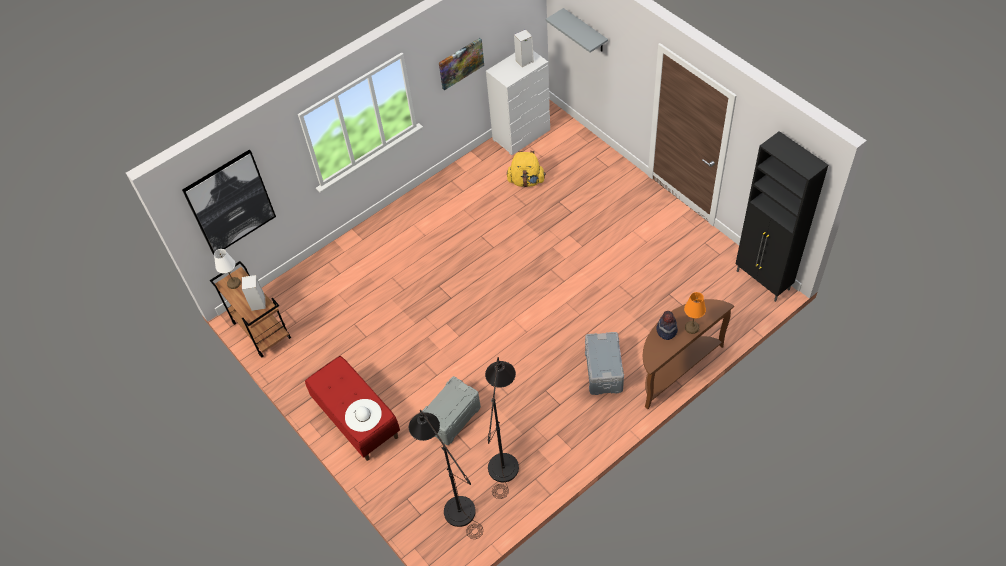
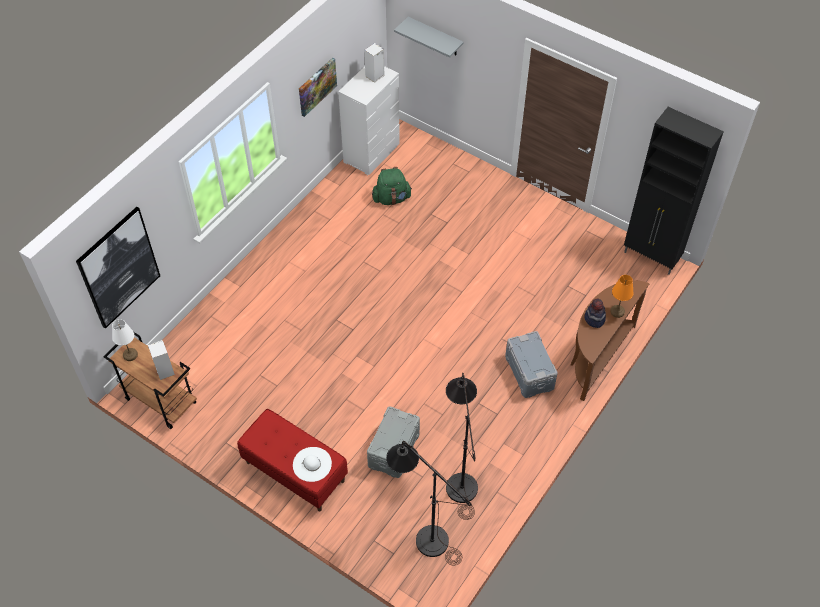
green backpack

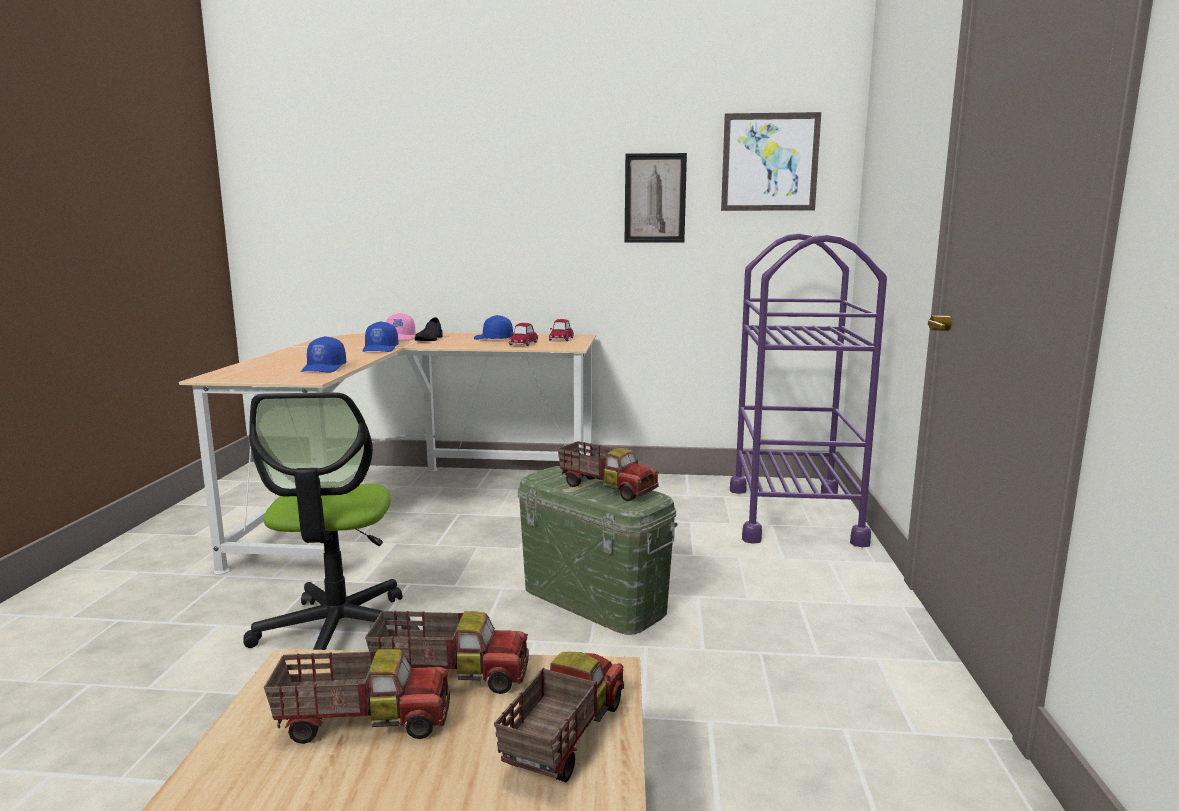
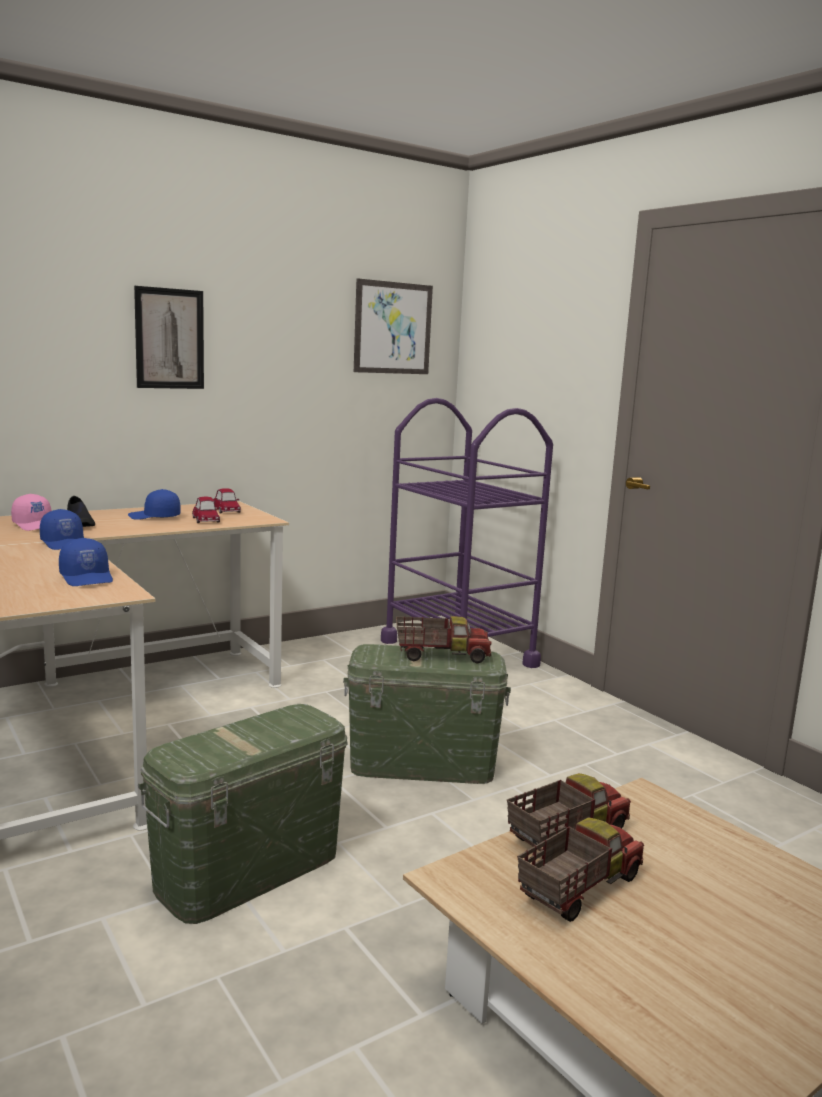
picture (1st from left); green storage box (1st from left); toy truck (3rd from left in the first image)

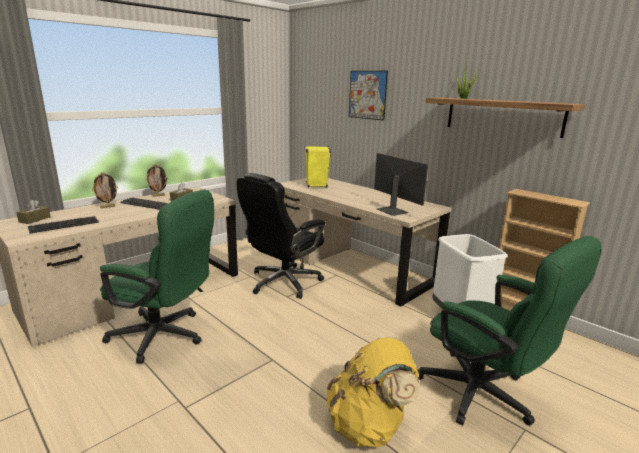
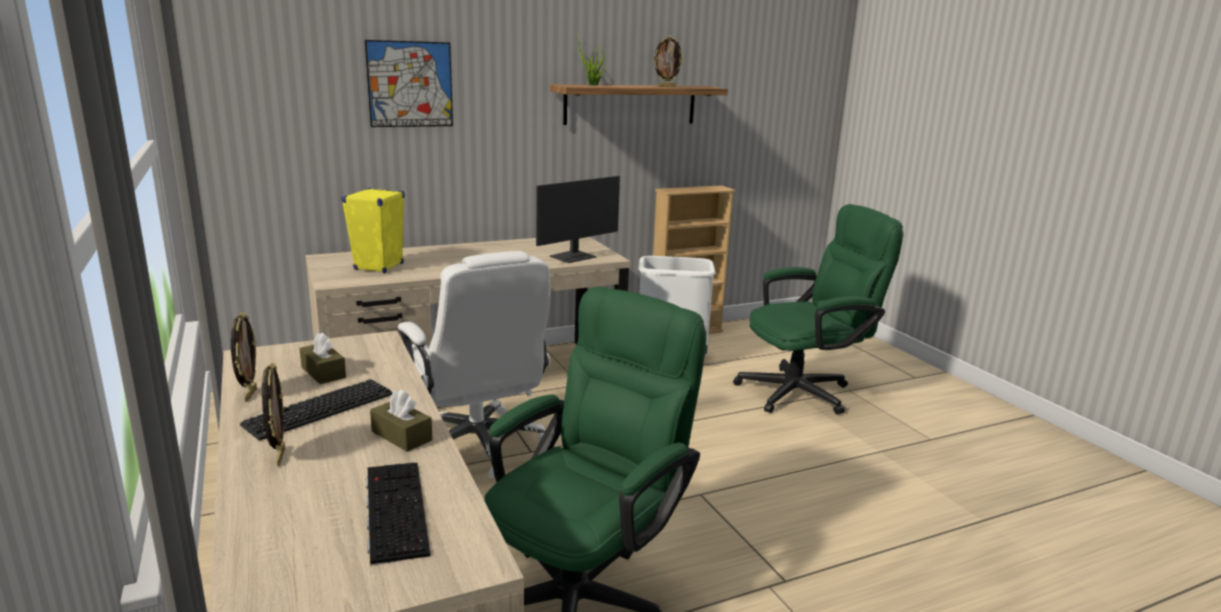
brown tissue box (2nd from left); white office chair; monitor; picture frame (3rd from left); yellow backpack

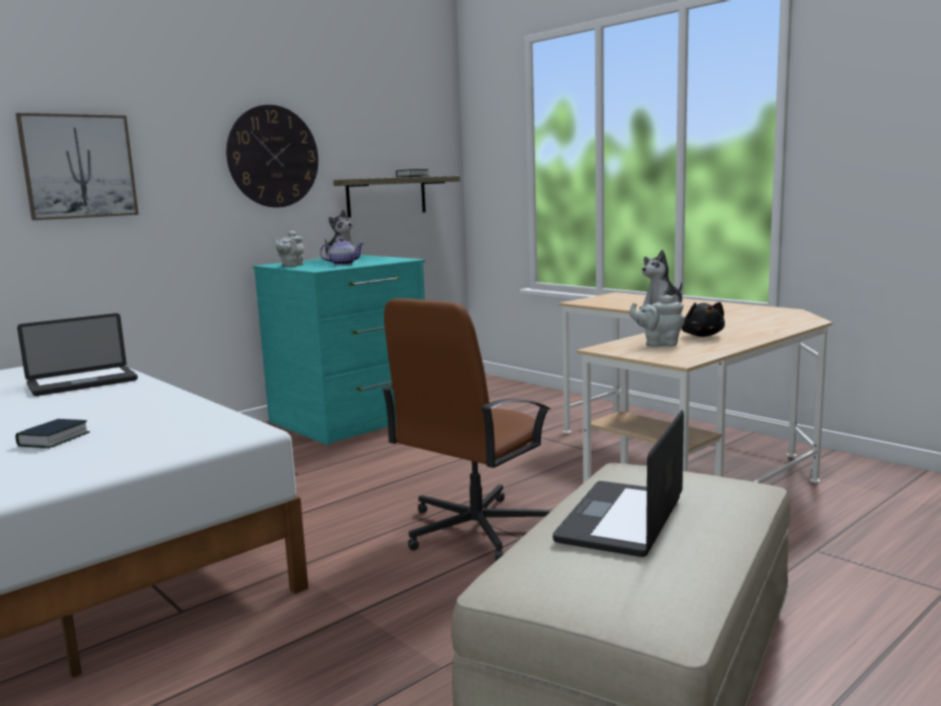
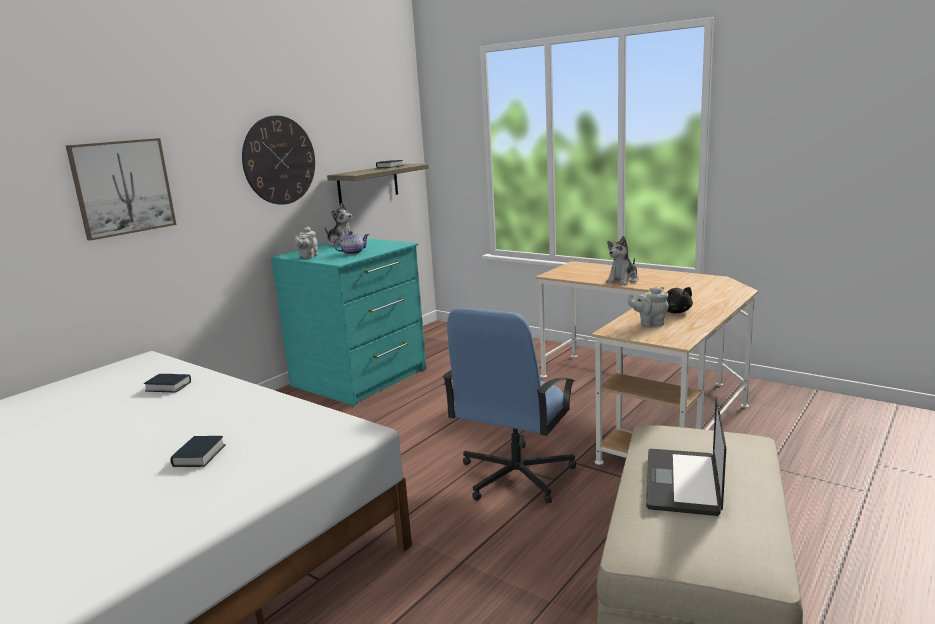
book (1st from left); blue office chair

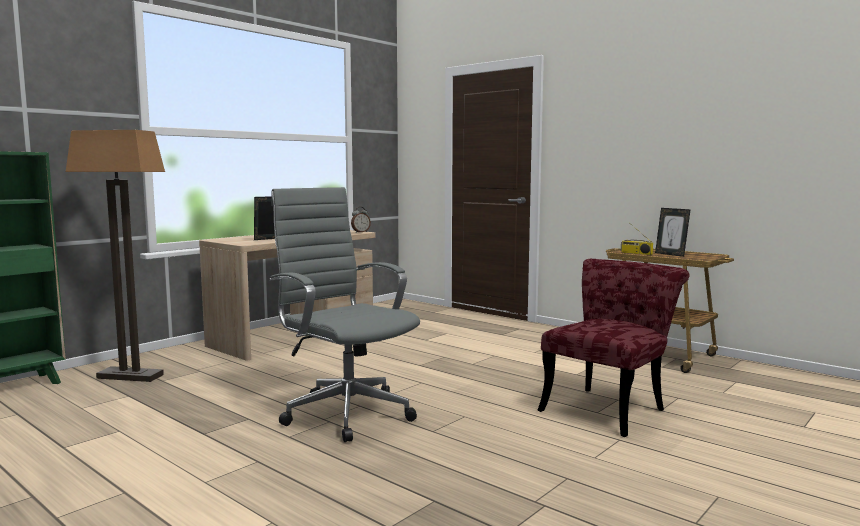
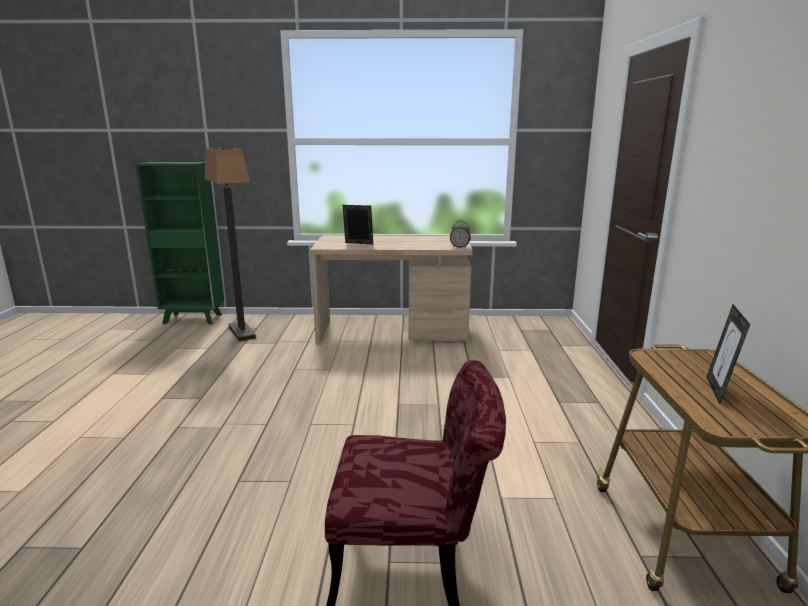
grey office chair; radio

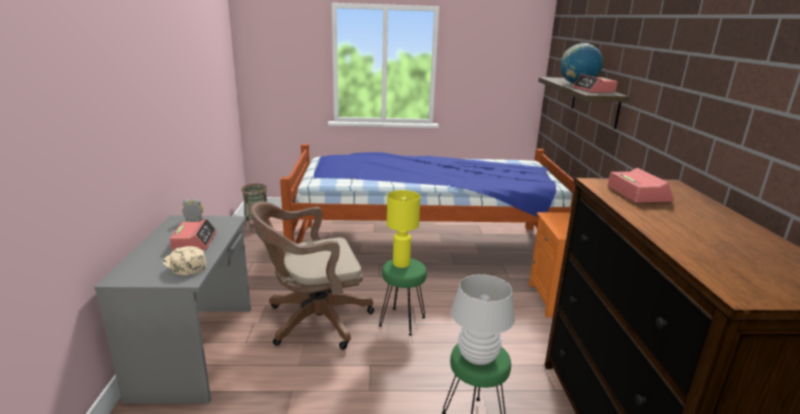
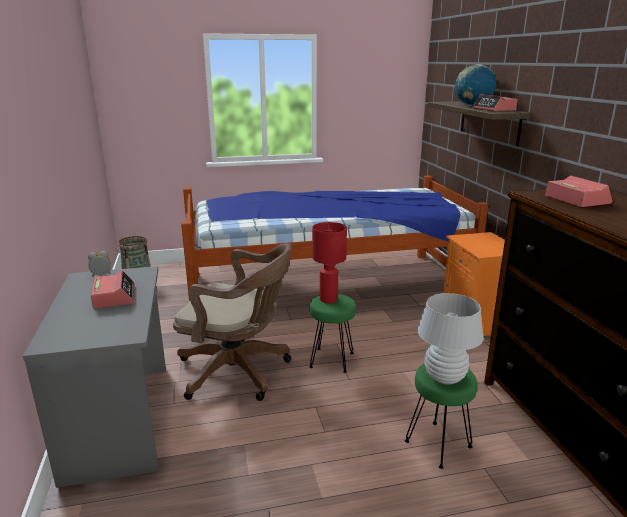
brown office chair; red table lamp; beige cap

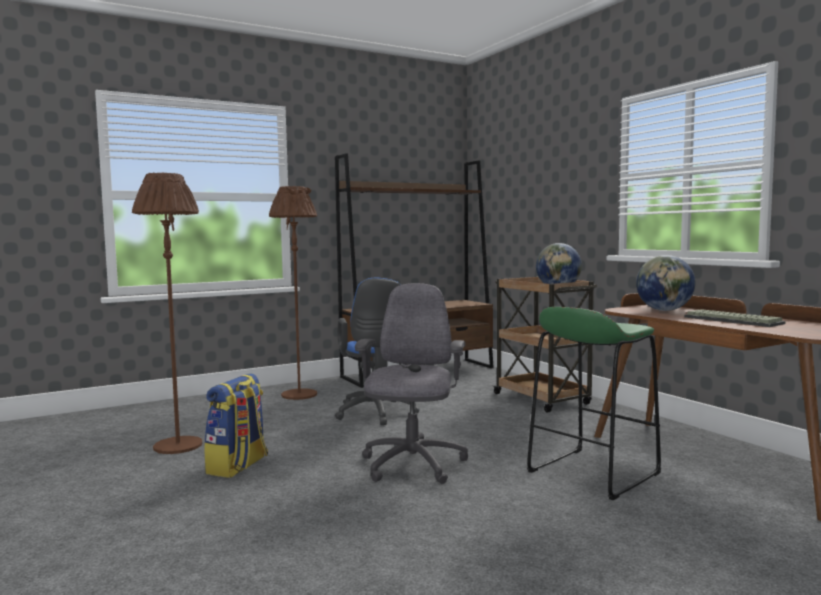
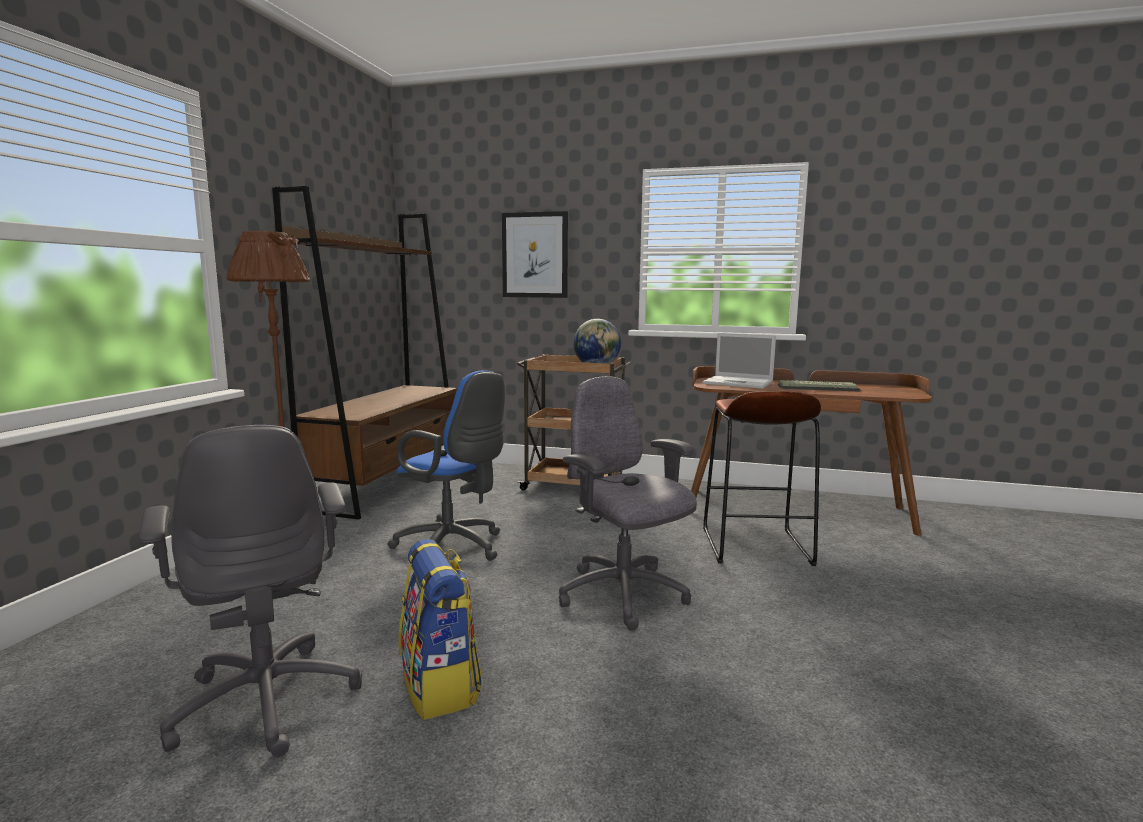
grey office chair (1st from left); picture; laptop; brown stool

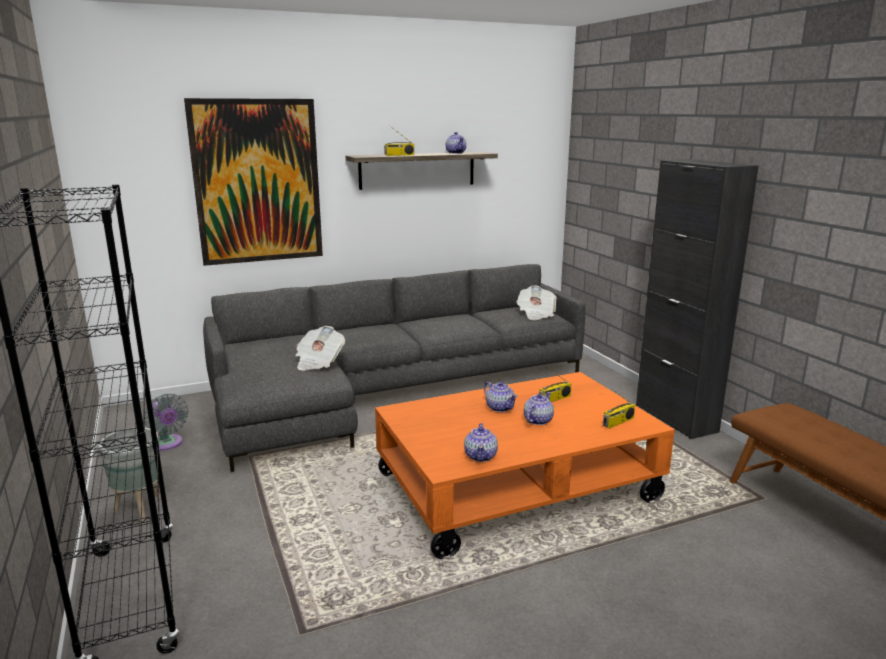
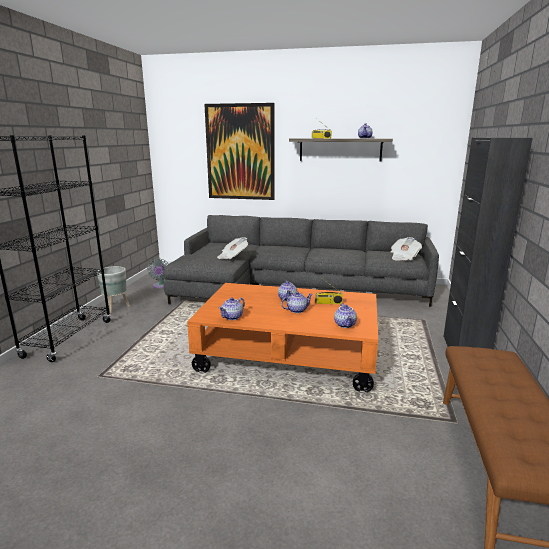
teapot (4th from left)

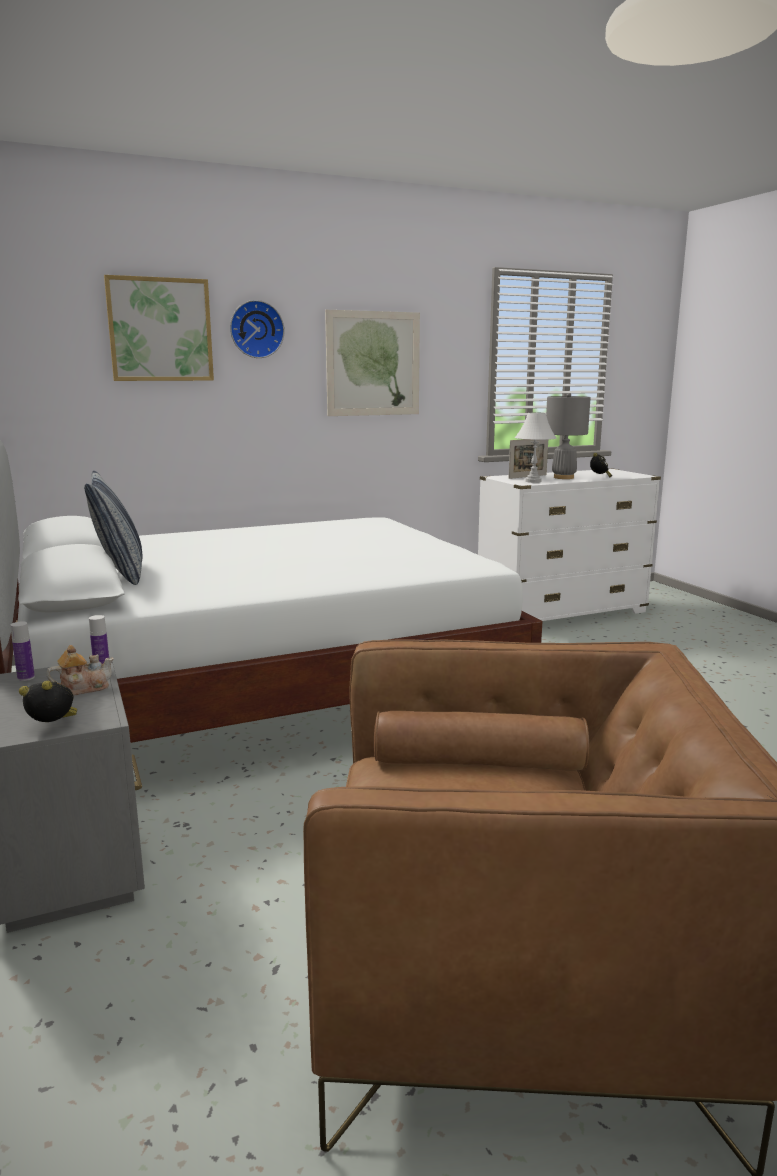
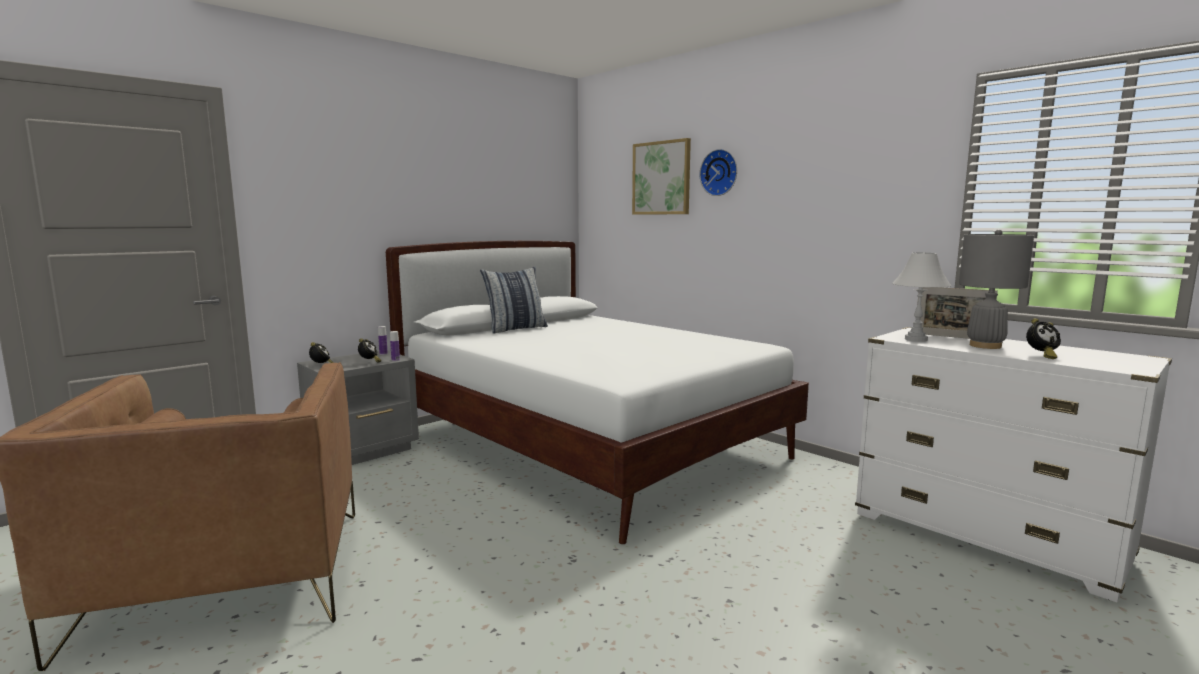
alarm clock (2nd from left); picture (2nd from left in the first image)

